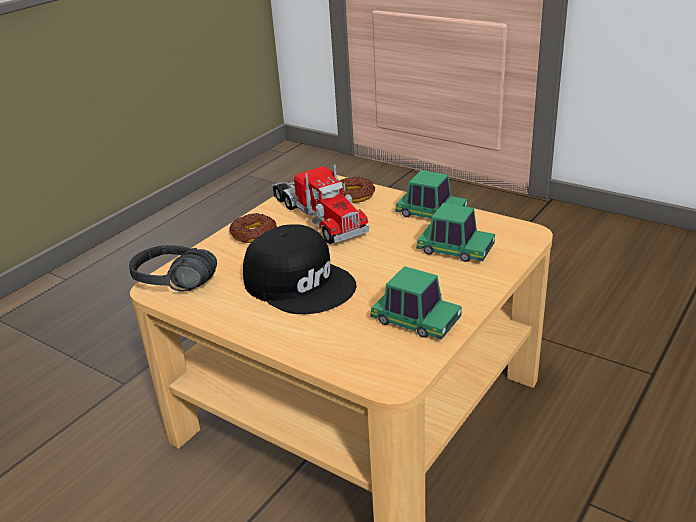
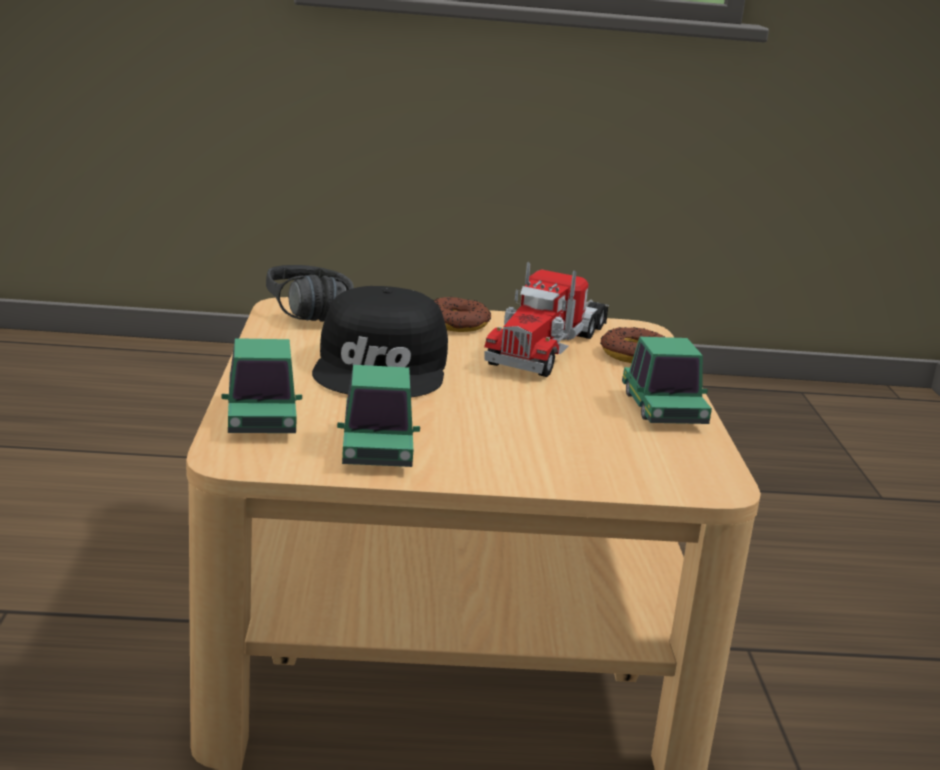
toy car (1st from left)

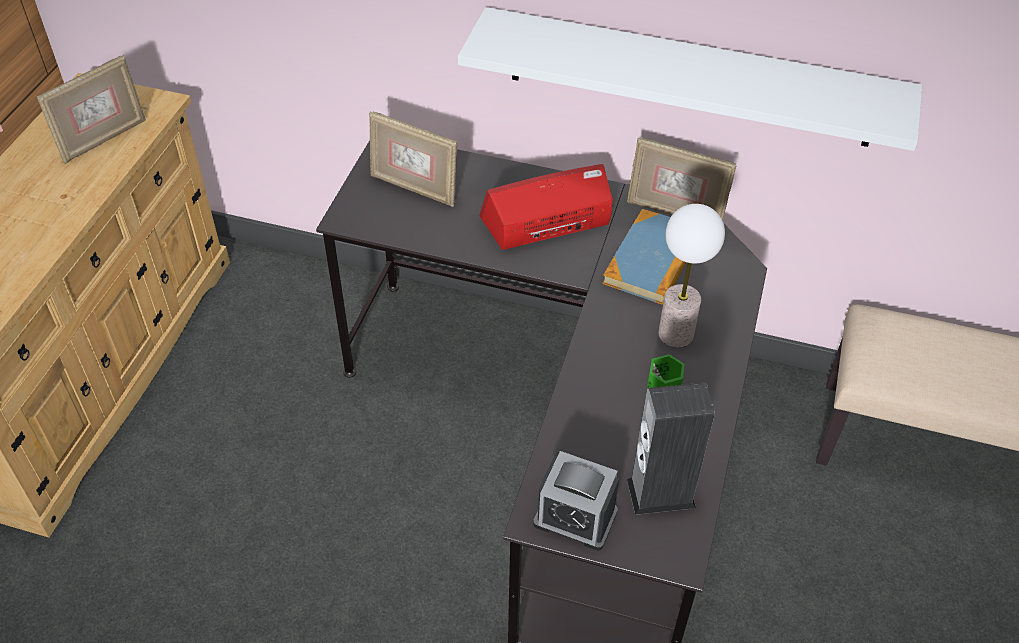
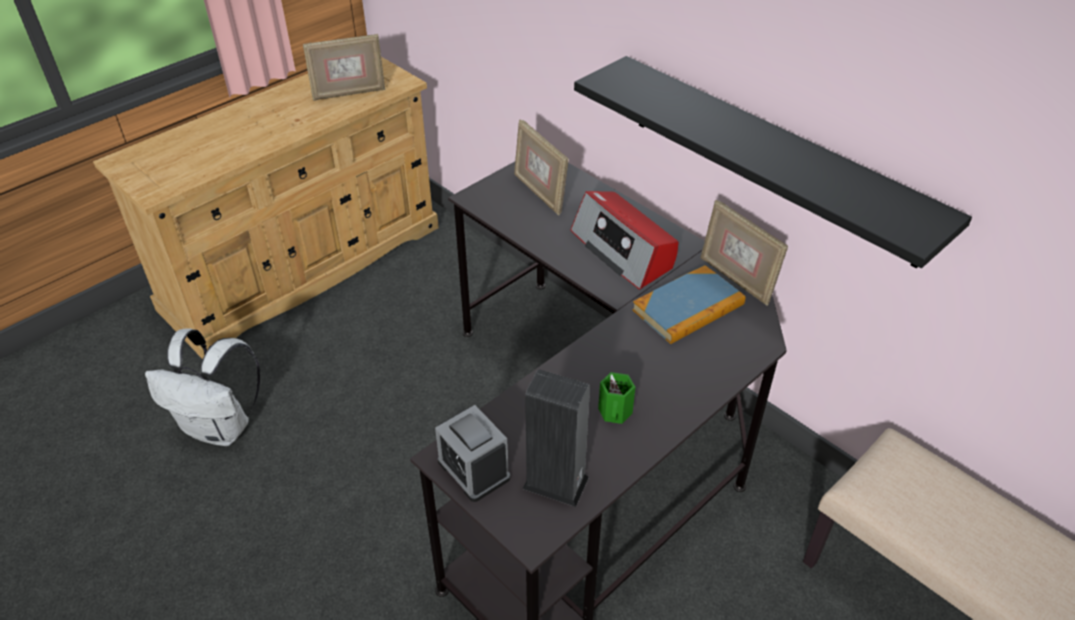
white backpack; radio; black shelf; table lamp

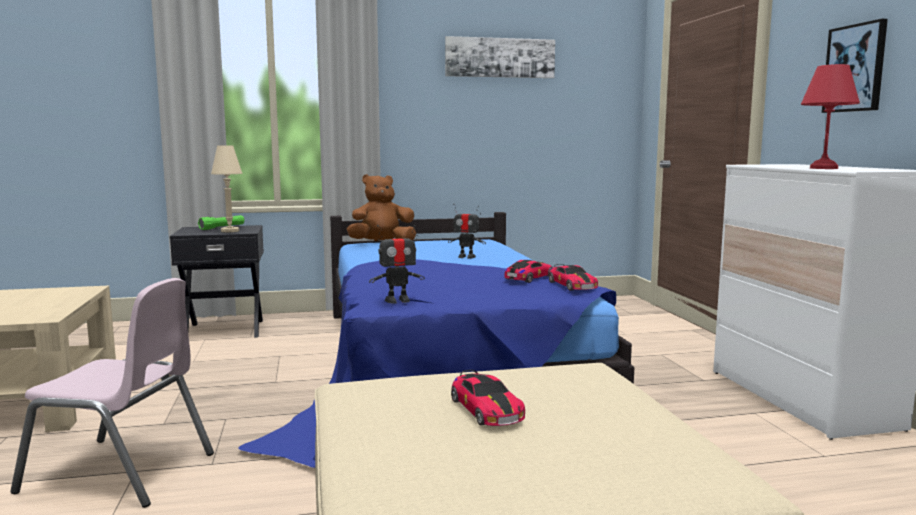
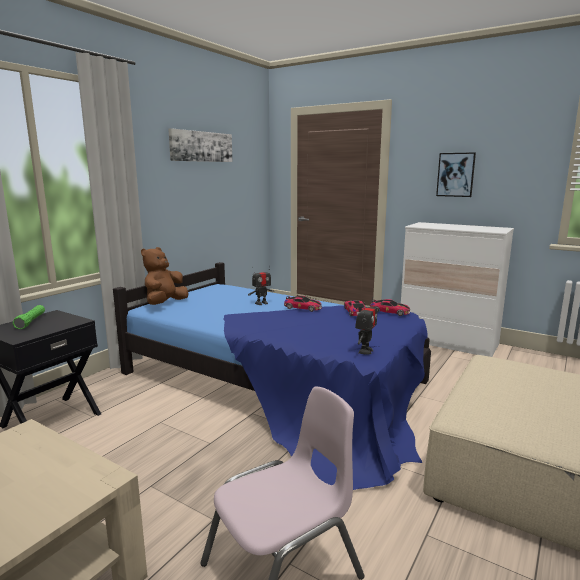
toy car (1st from left); beige table lamp; red table lamp

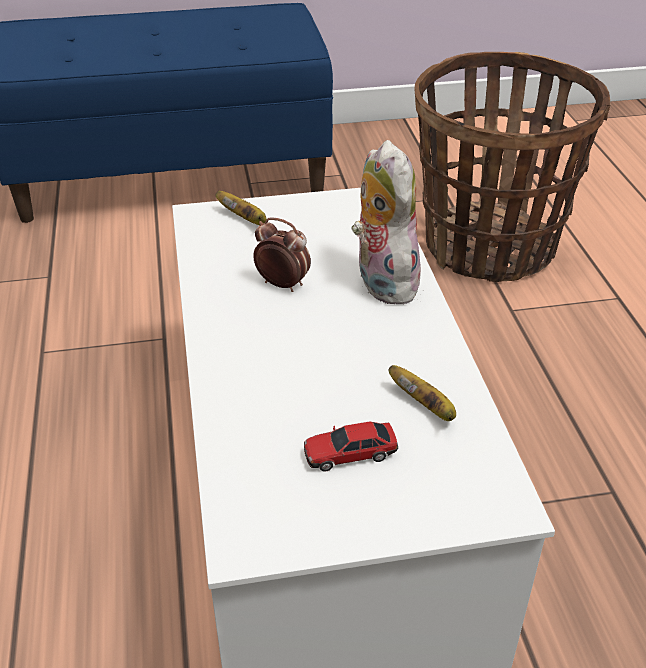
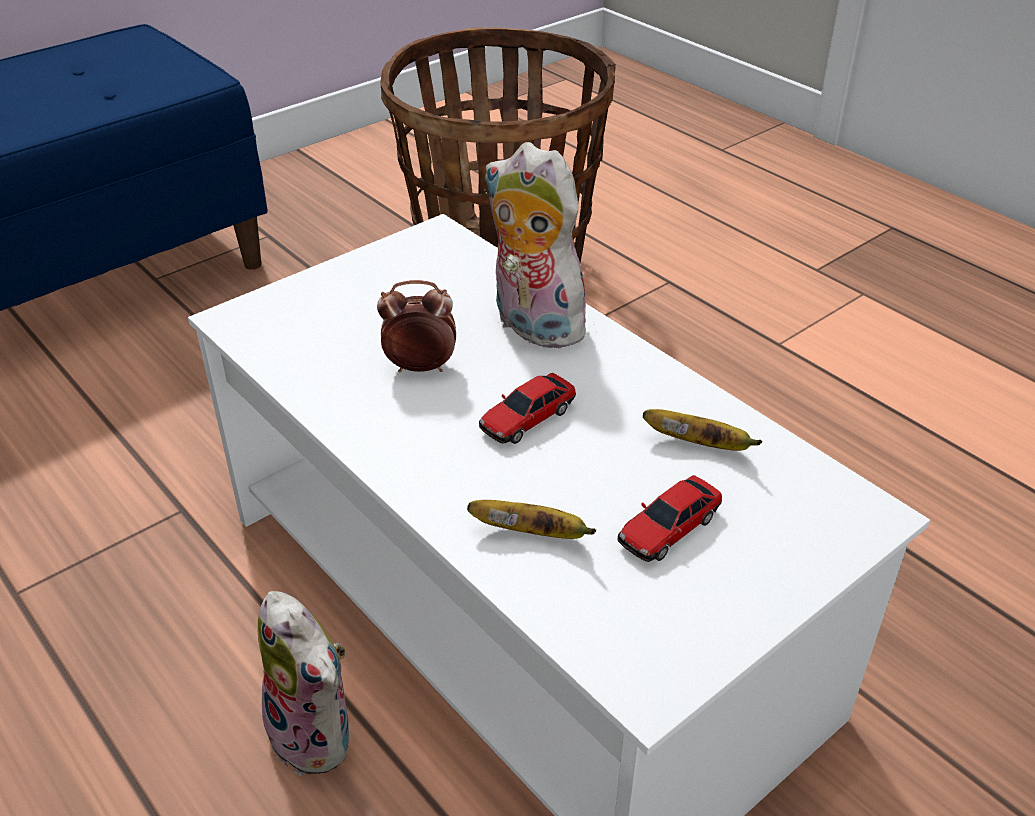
plush toy (1st from left); banana (1st from left); toy car (1st from left)

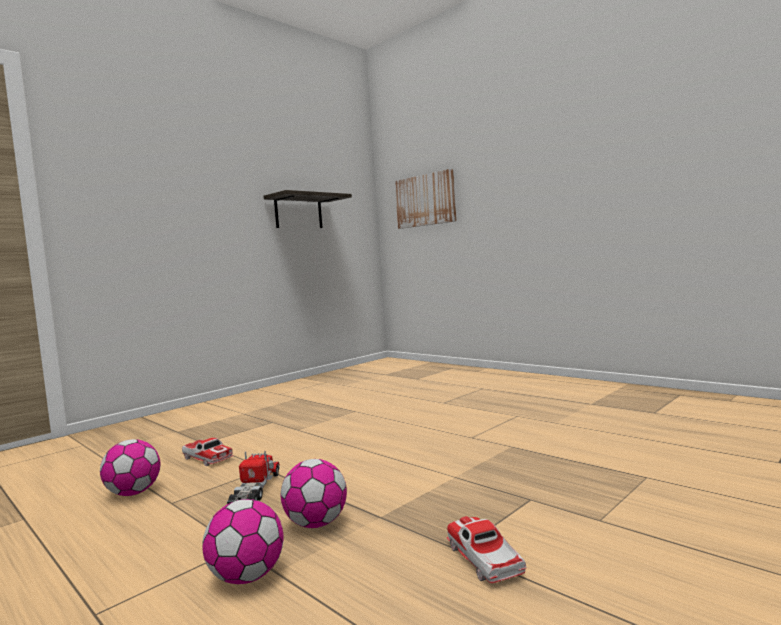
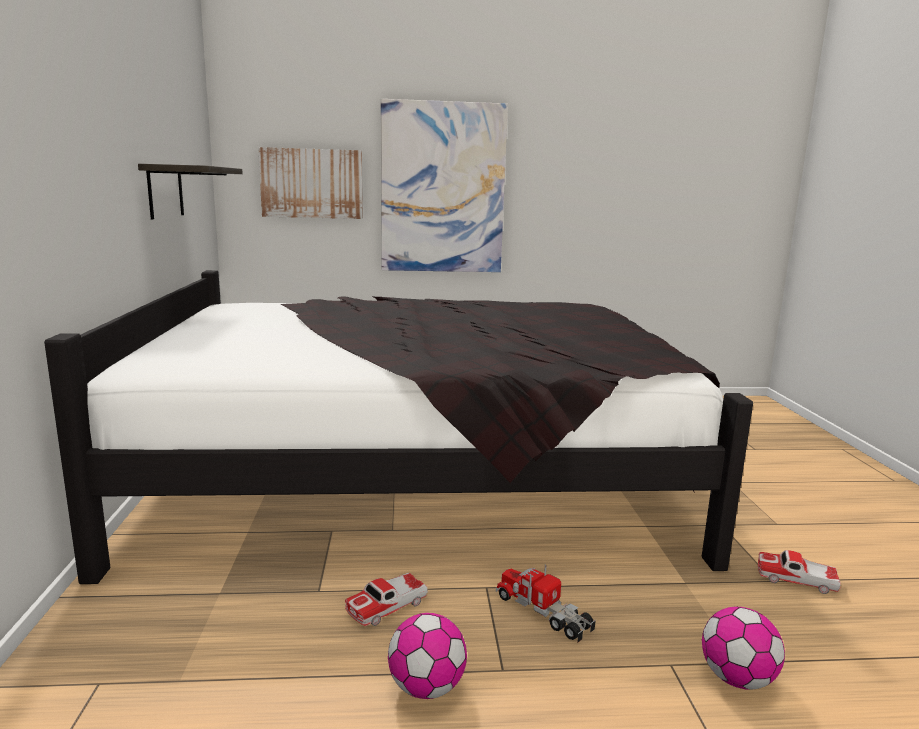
black bed; toy car (1st from left); picture (2nd from left); football (3rd from left in the first image)

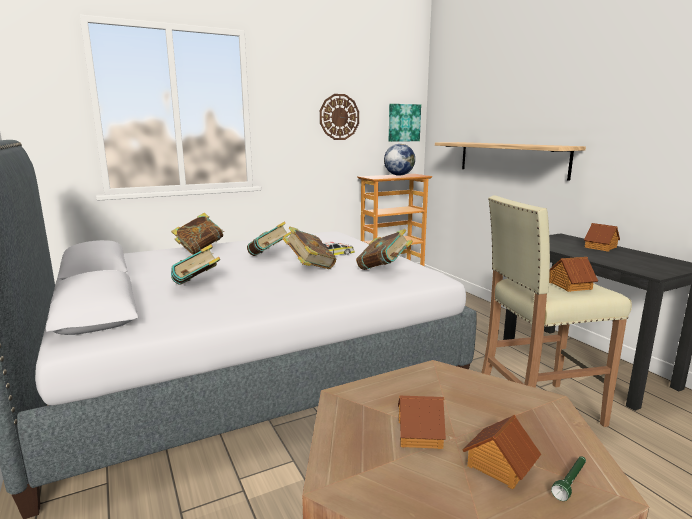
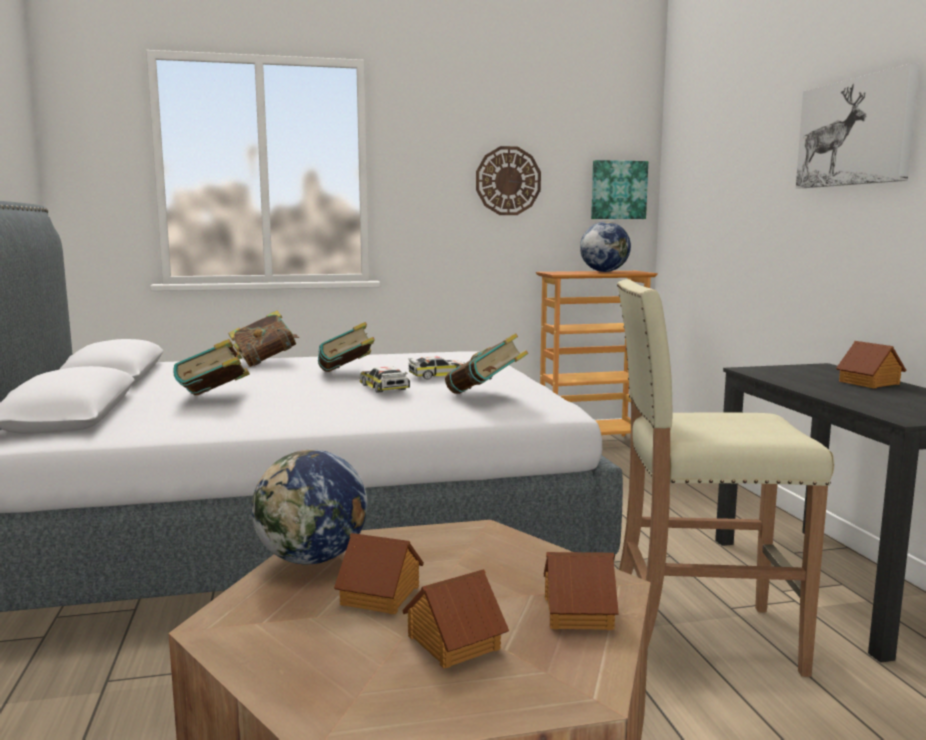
globe (1st from left); toy car (1st from left); toy house (3rd from left); picture (2nd from left); shelf; green flashlight

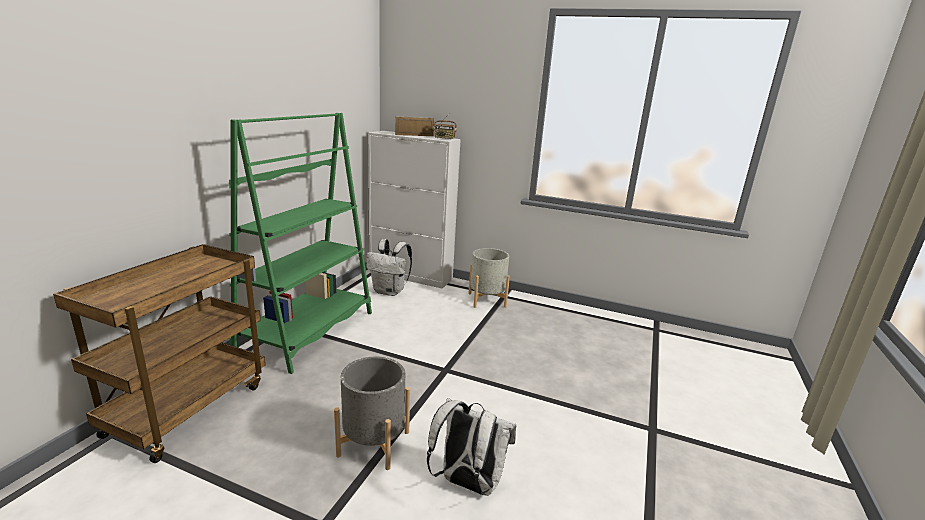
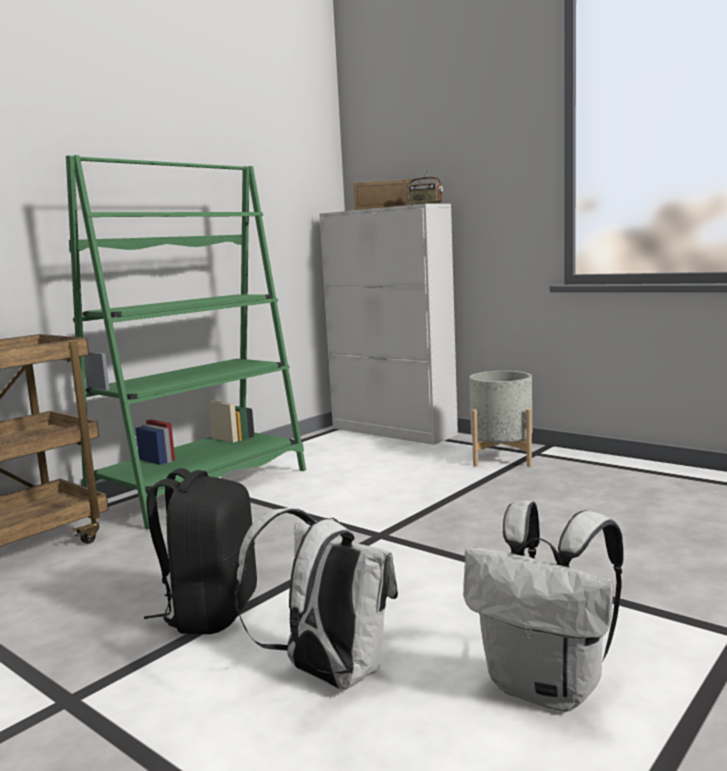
black backpack; white backpack (2nd from left)

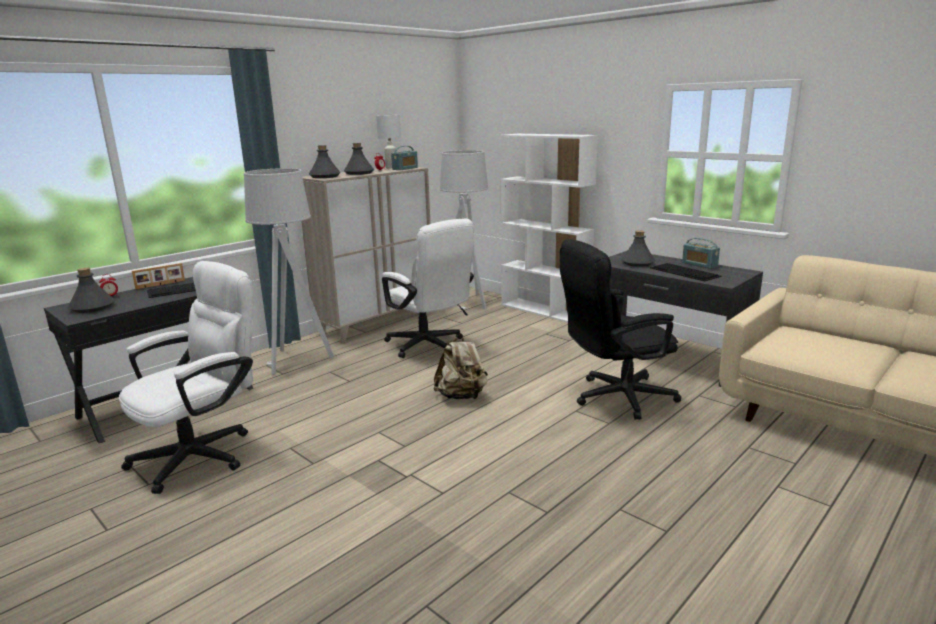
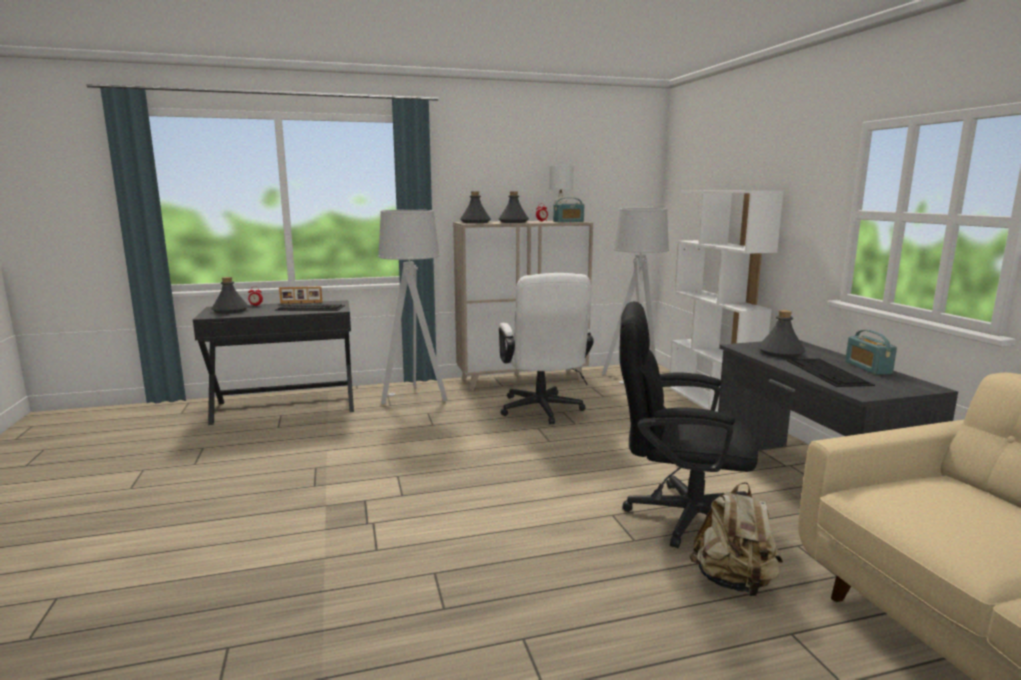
beige backpack; white office chair (1st from left in the first image)

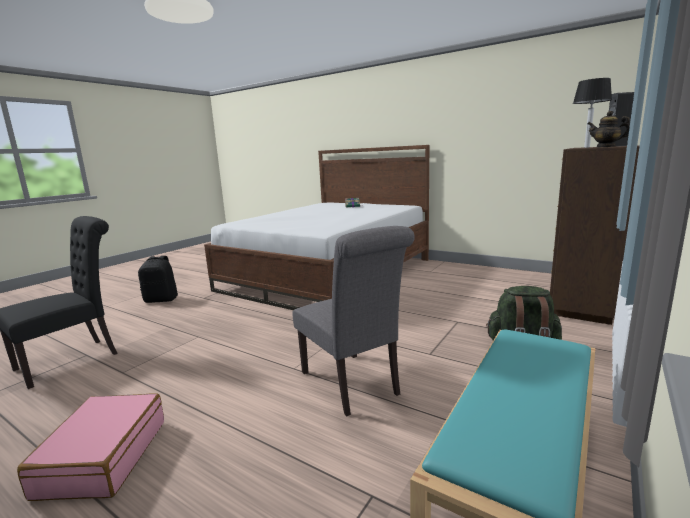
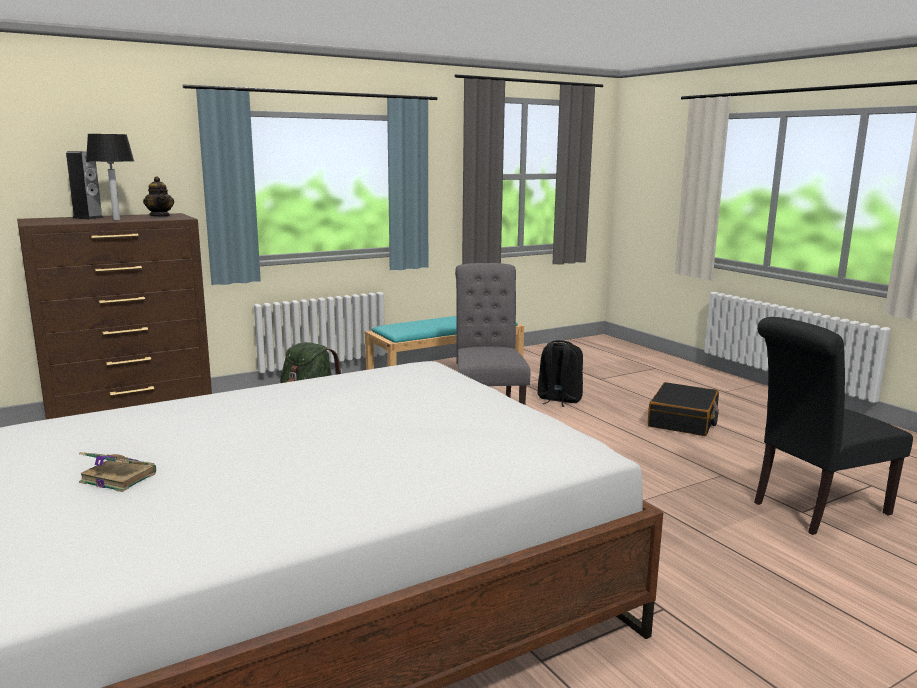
black backpack; black suitcase

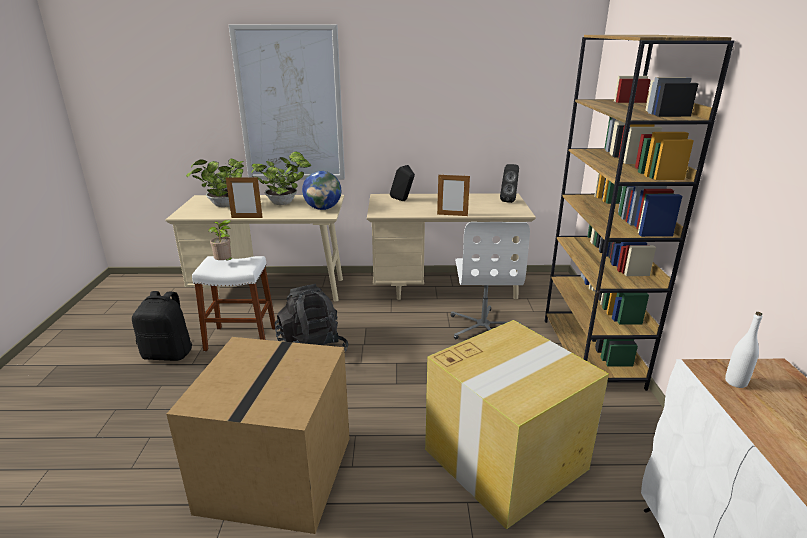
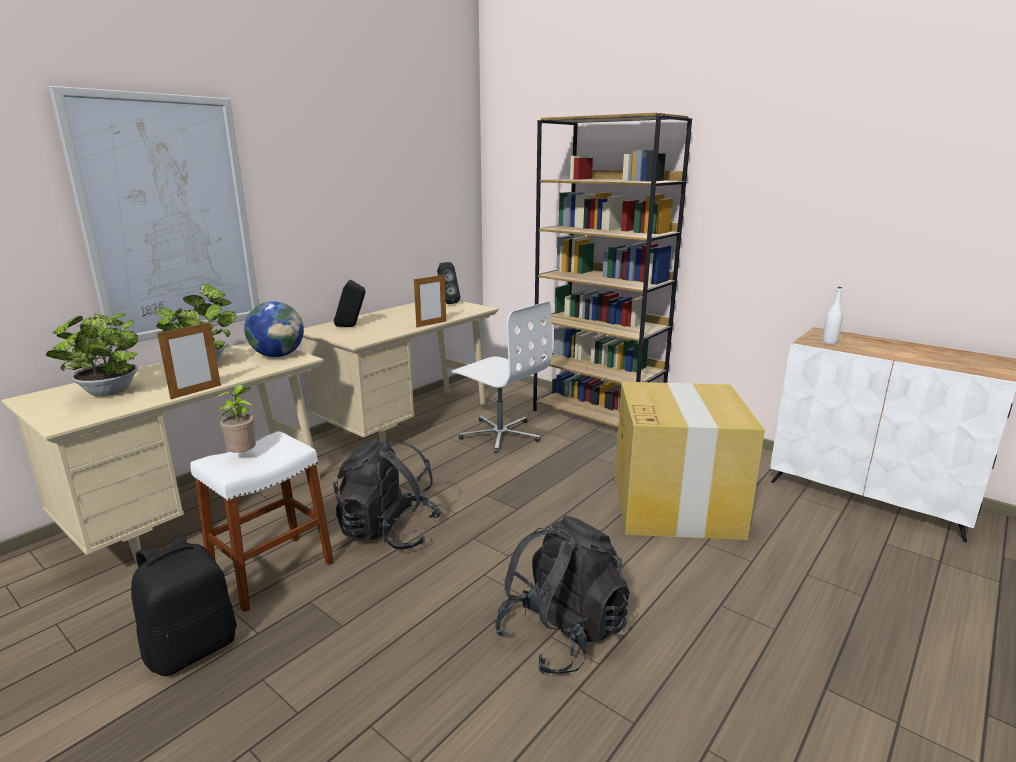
black backpack (3rd from left)

